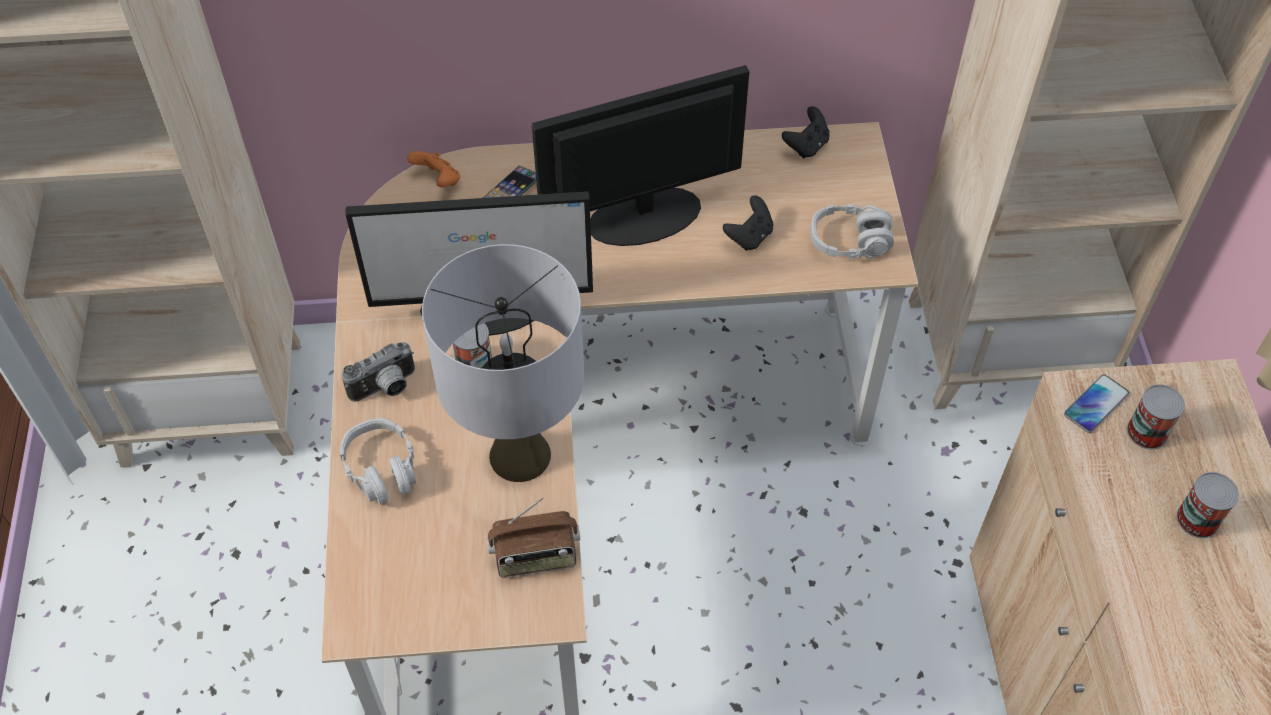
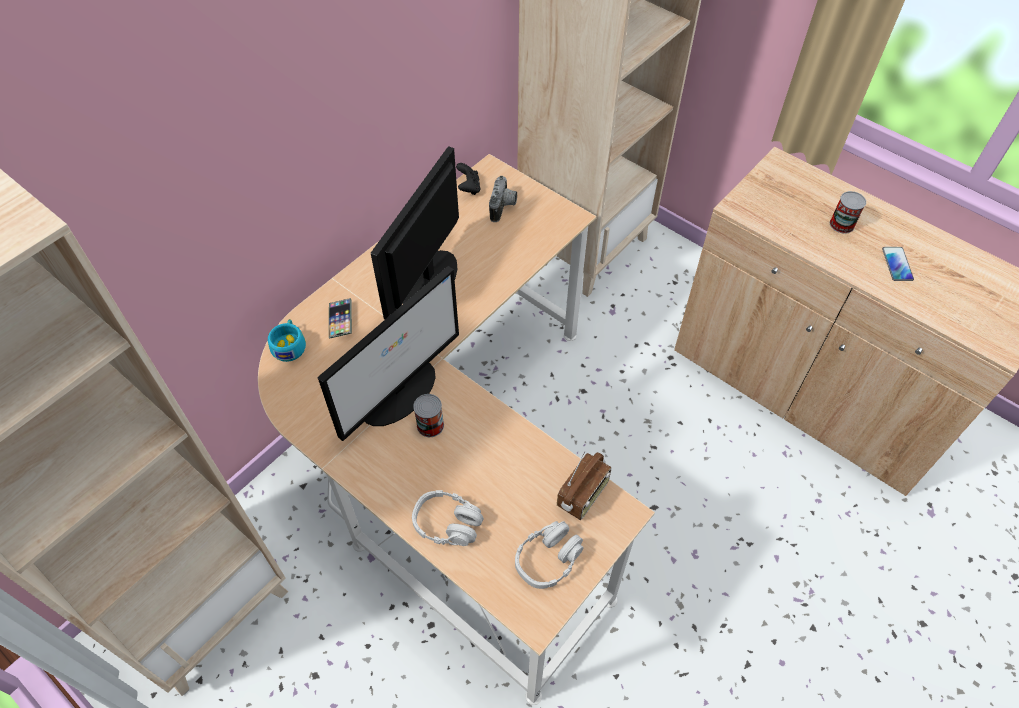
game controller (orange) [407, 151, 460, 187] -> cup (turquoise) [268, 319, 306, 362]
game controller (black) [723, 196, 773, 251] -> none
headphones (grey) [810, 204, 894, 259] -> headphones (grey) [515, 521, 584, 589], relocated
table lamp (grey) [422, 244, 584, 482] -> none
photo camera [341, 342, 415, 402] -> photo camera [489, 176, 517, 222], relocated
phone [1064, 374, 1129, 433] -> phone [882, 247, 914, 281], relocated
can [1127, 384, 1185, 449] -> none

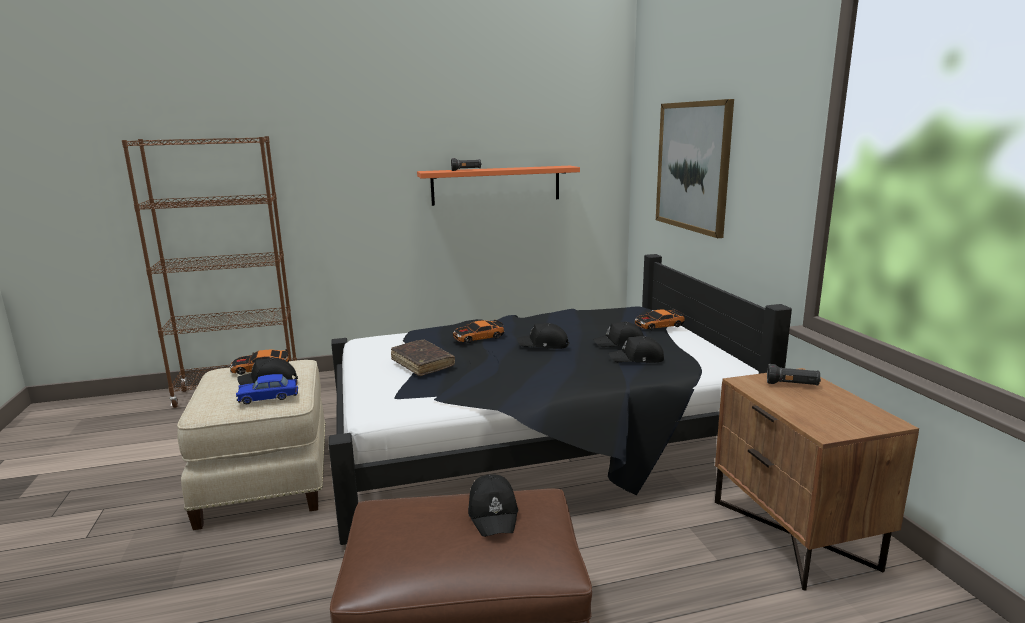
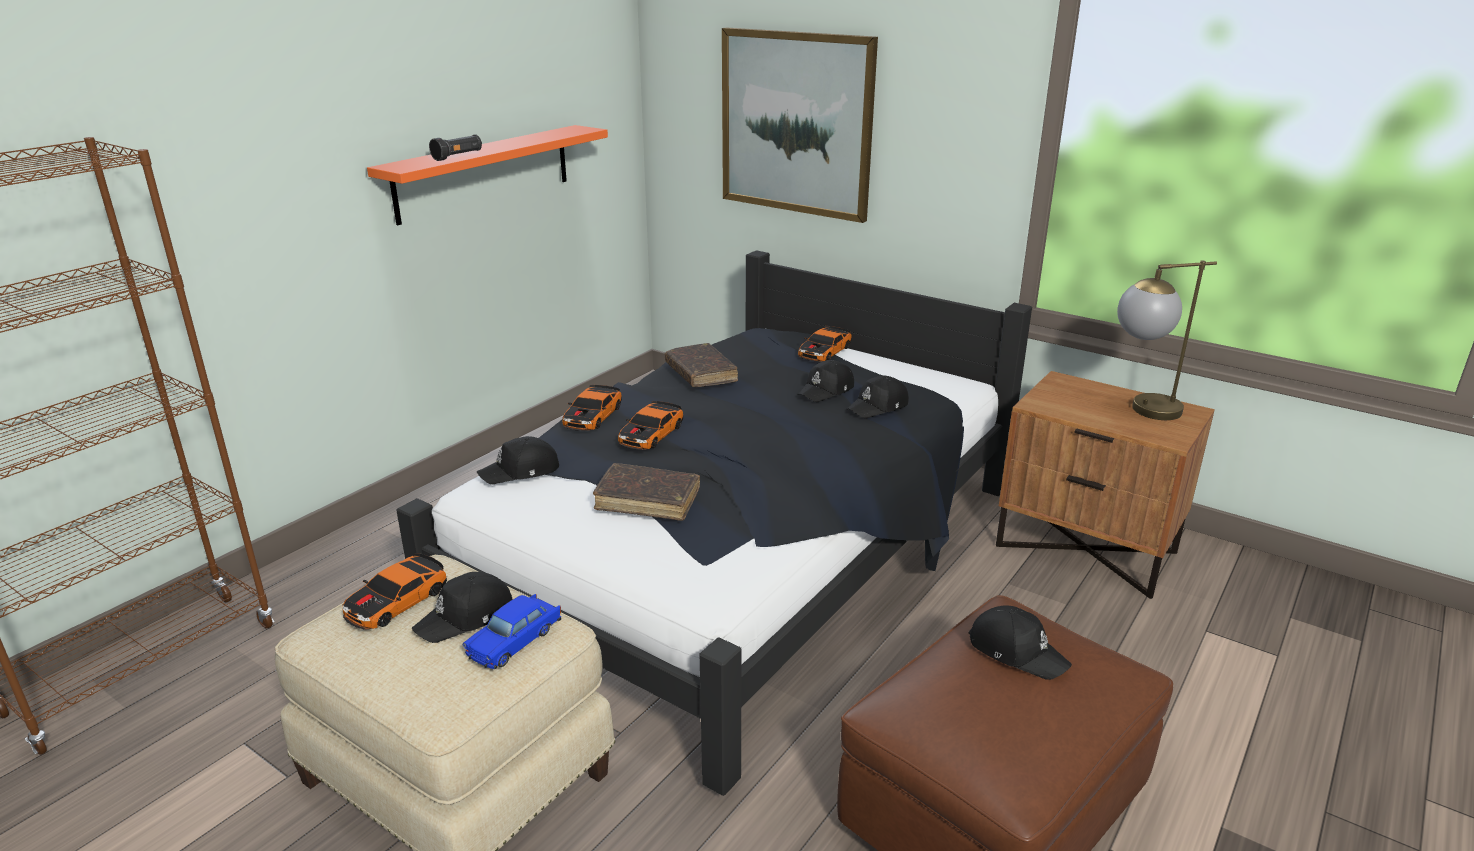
cap (black) [517, 323, 569, 349] -> cap (black) [477, 436, 559, 484], relocated
flashlight (black) [767, 364, 821, 385] -> none
none -> table lamp [1117, 261, 1217, 420]
none -> book (brown) [665, 343, 738, 387]
none -> toy car [562, 385, 622, 431]

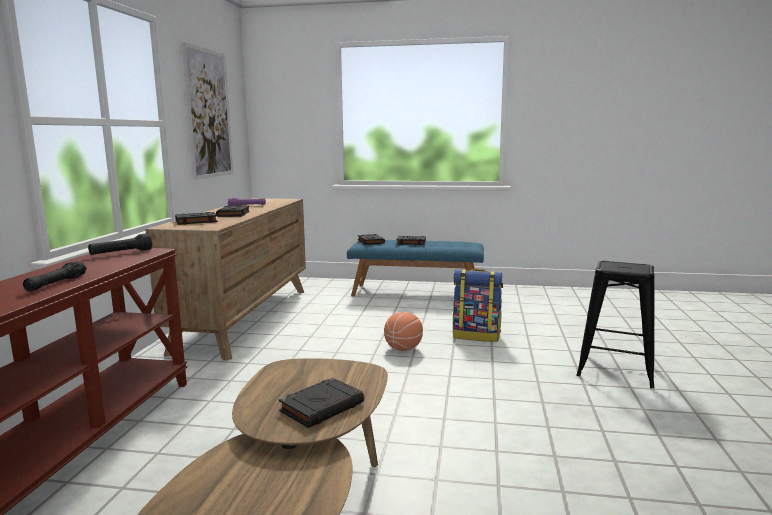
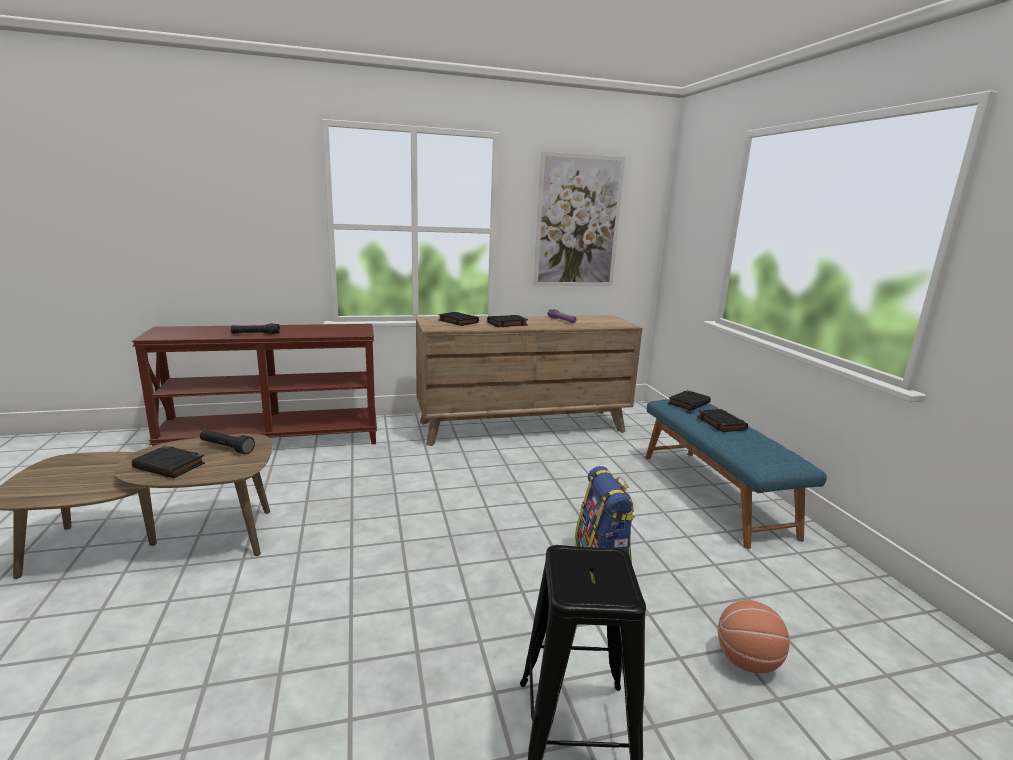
flashlight (black) [88, 233, 152, 255] -> flashlight (black) [200, 430, 255, 454], relocated
basketball [384, 312, 423, 351] -> basketball [718, 600, 789, 673], relocated

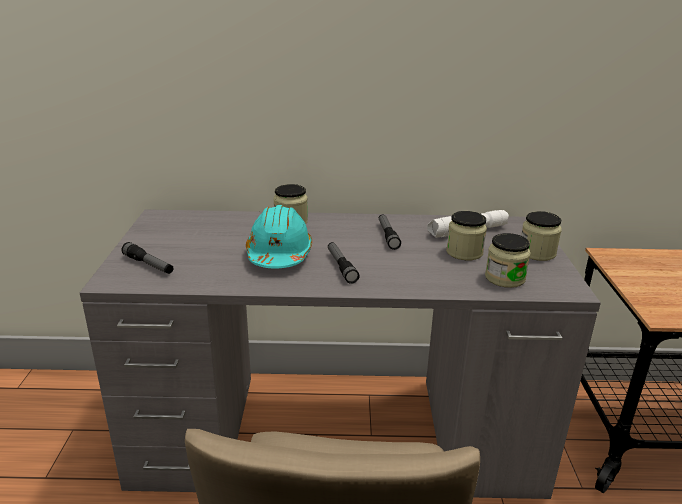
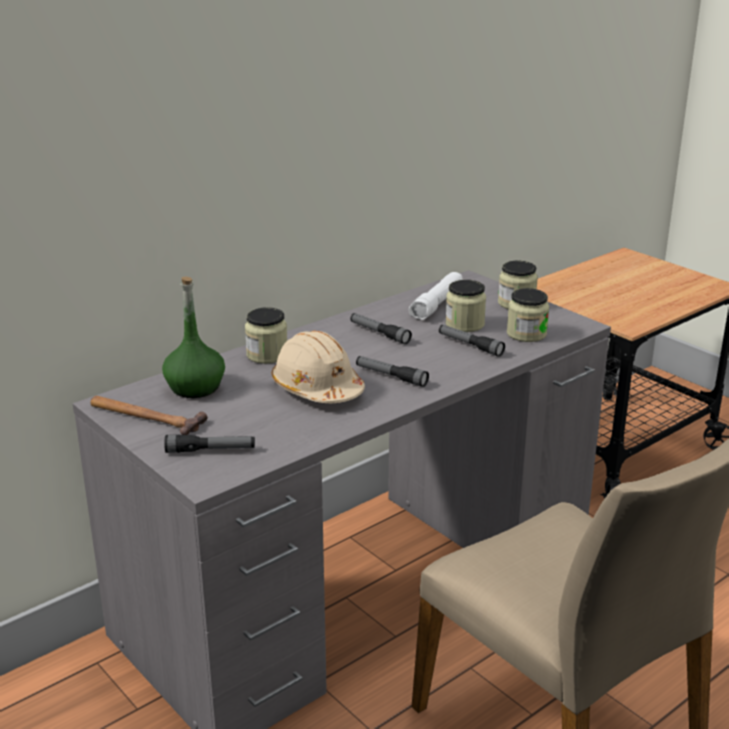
hard hat (turquoise) [246, 205, 312, 268] -> hard hat (beige) [272, 331, 365, 403]
none -> bottle (green) [162, 276, 225, 398]
none -> flashlight [439, 325, 505, 357]
none -> hammer [90, 396, 207, 435]

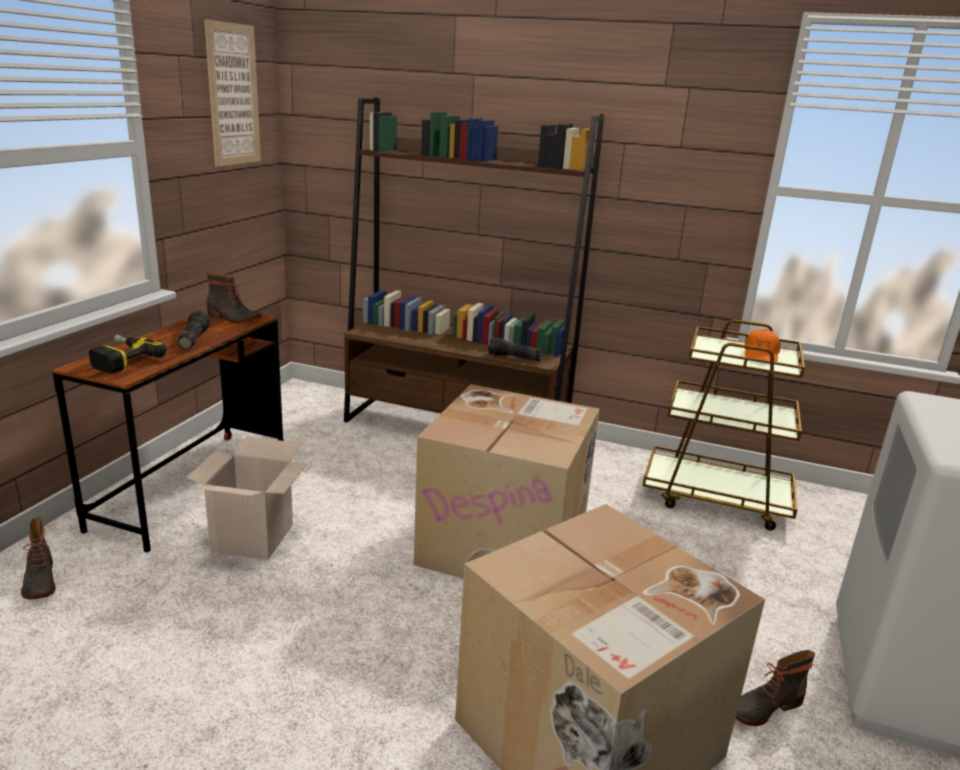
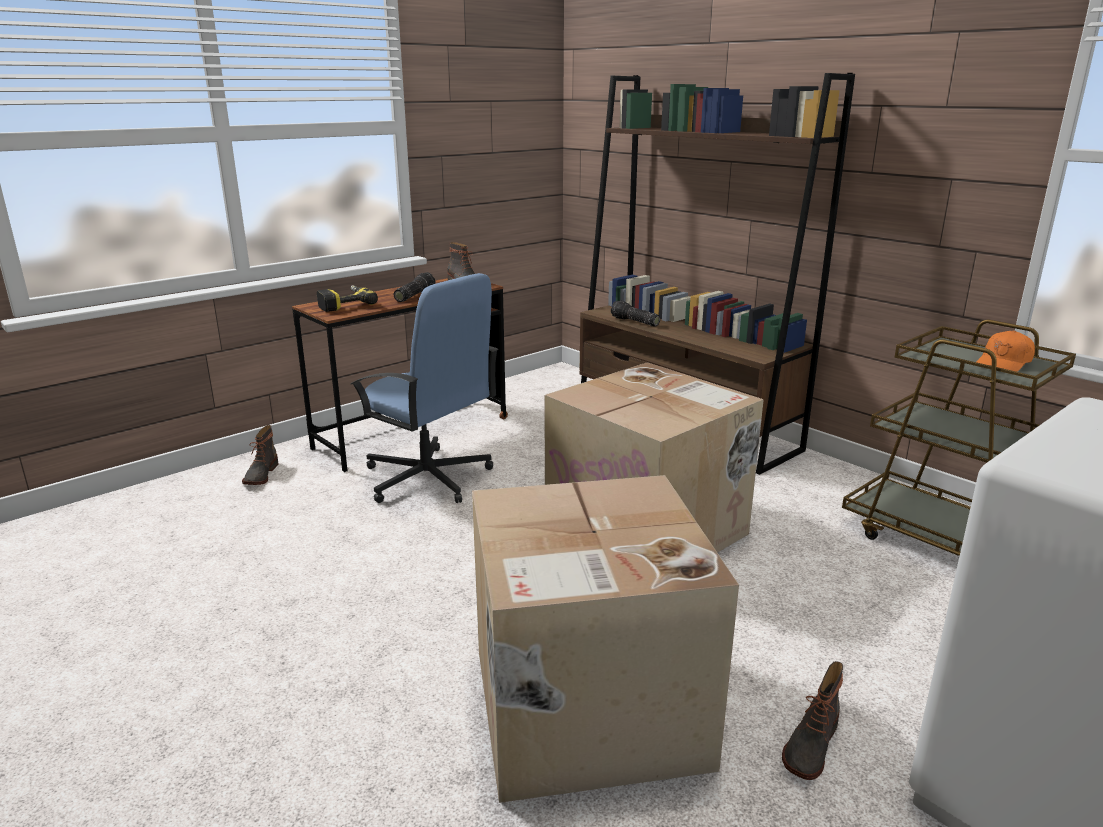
picture [204, 19, 261, 166] -> none
flashlight [488, 337, 542, 361] -> flashlight [611, 300, 660, 327], relocated
cardboard box [187, 436, 307, 560] -> office chair (blue) [350, 273, 499, 503]
boot [736, 650, 815, 726] -> boot [782, 661, 843, 780], 60 degrees counterclockwise

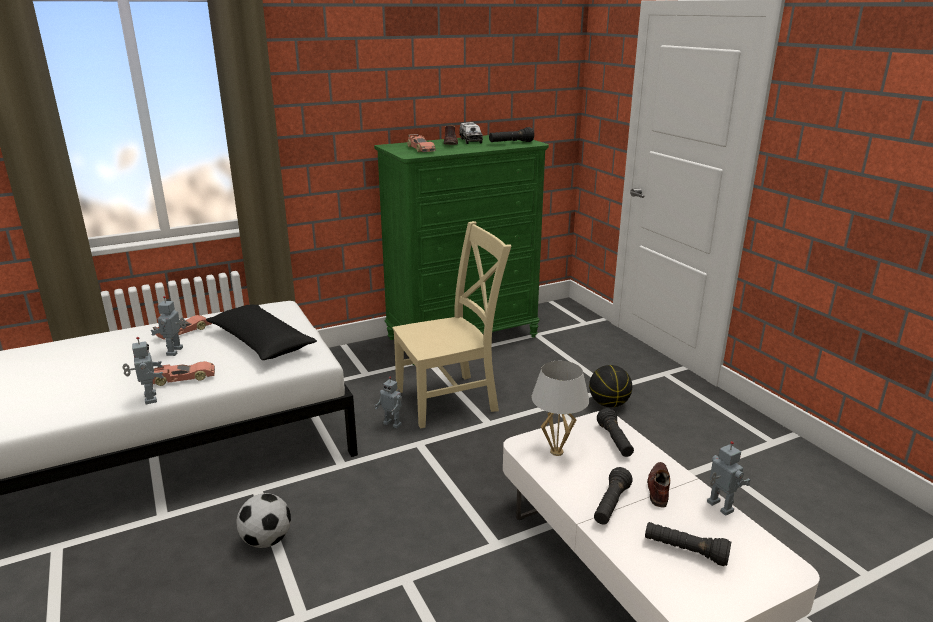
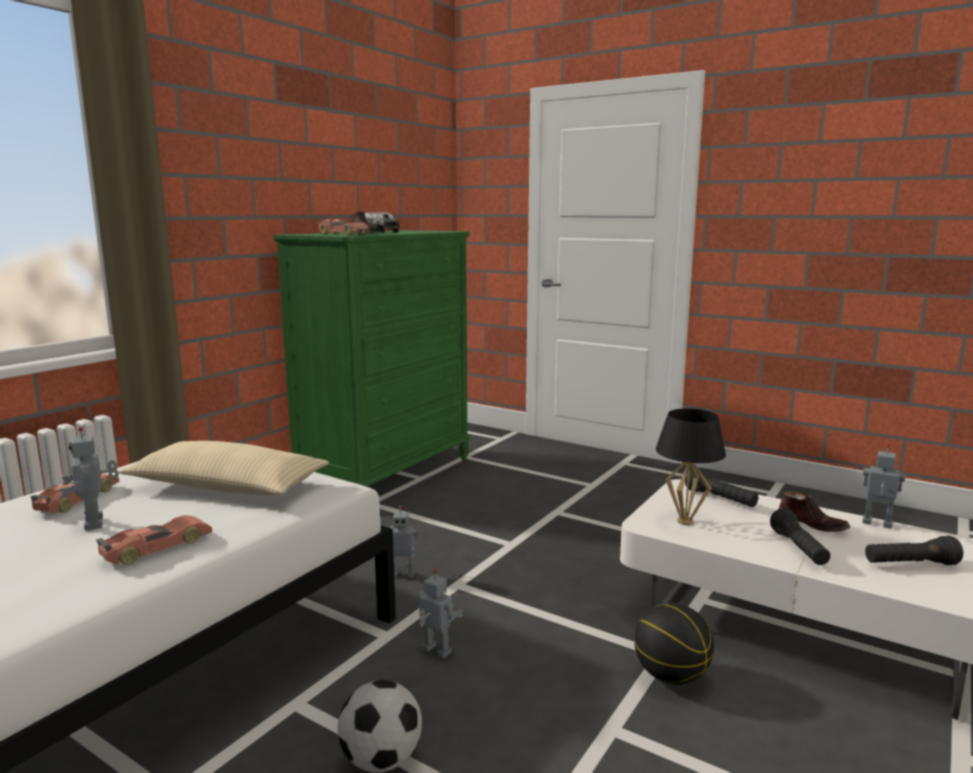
flashlight (black) [489, 127, 534, 142] -> none
chair (beige) [392, 221, 511, 429] -> none
pillow (black) [206, 305, 317, 360] -> pillow (beige) [119, 441, 329, 496]
toy robot [122, 337, 164, 404] -> toy robot [418, 569, 463, 659], relocated
table lamp (white) [531, 361, 589, 456] -> table lamp (black) [656, 409, 726, 525]
basketball [589, 365, 632, 407] -> basketball [634, 603, 714, 685], relocated
shoe (brown) [647, 462, 670, 508] -> shoe (brown) [779, 491, 850, 532], 150 degrees clockwise

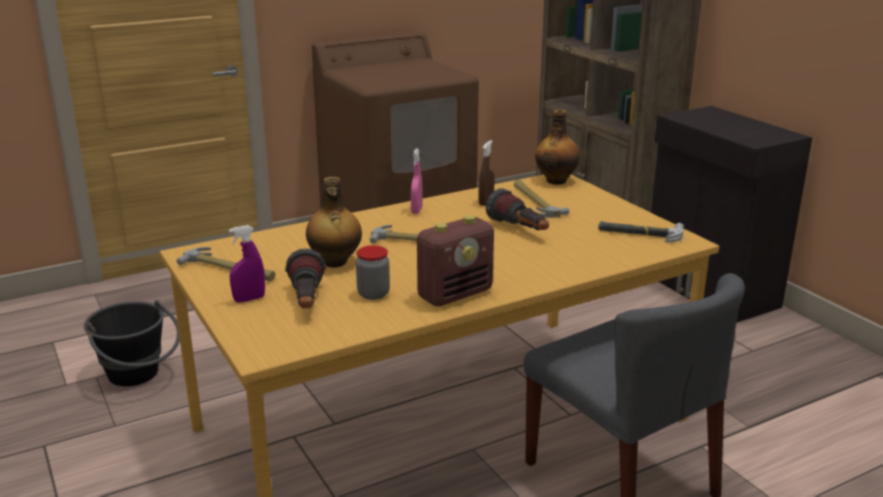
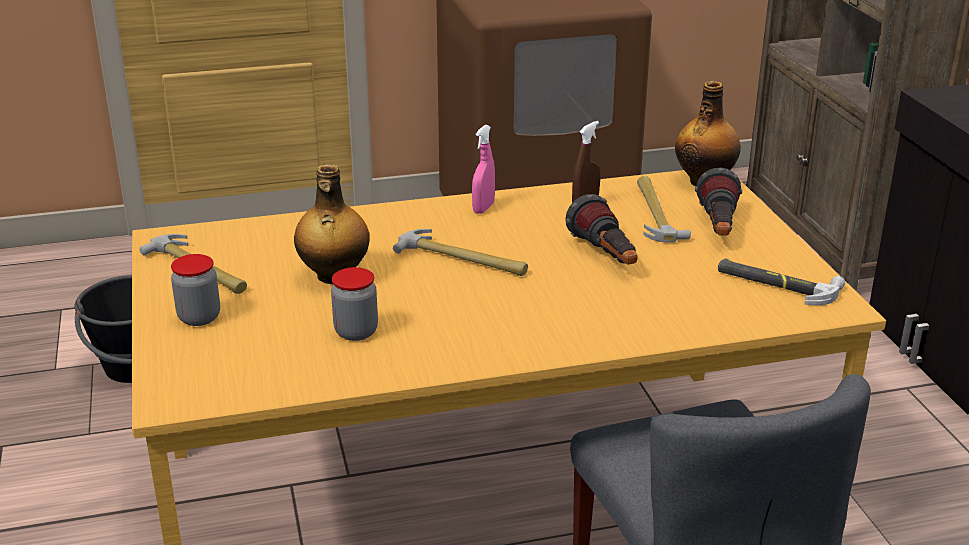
radio [417, 215, 494, 307] -> none
spray bottle (purple) [229, 225, 265, 303] -> jar [171, 254, 220, 326]
flashlight [285, 248, 326, 308] -> flashlight [695, 168, 742, 236], relocated

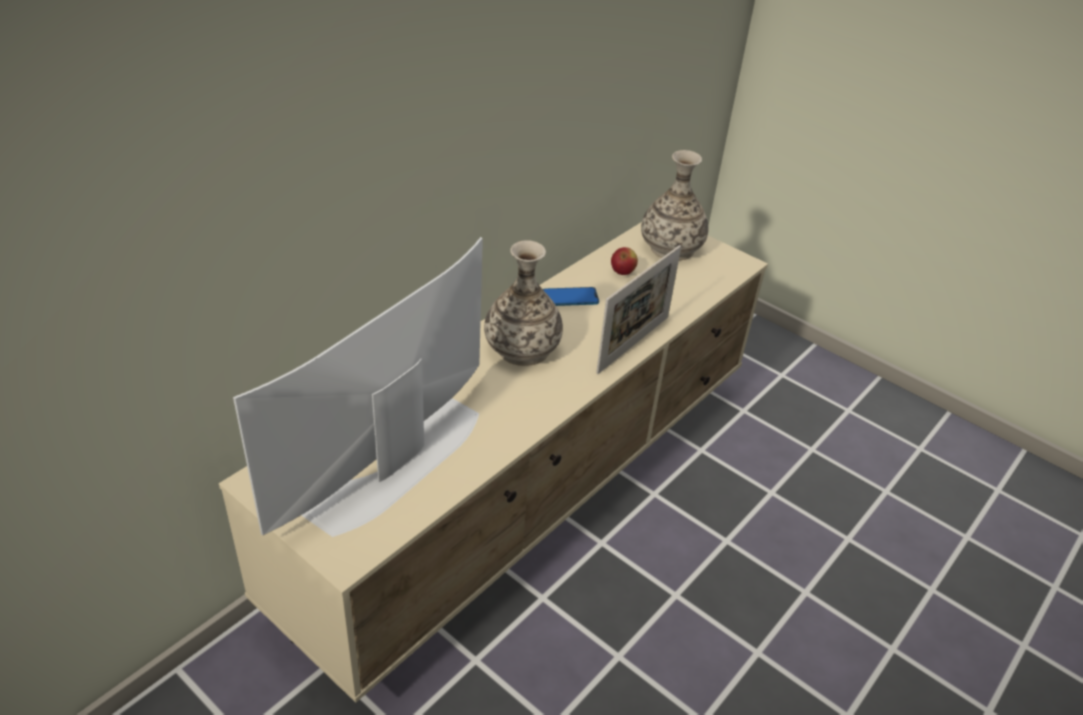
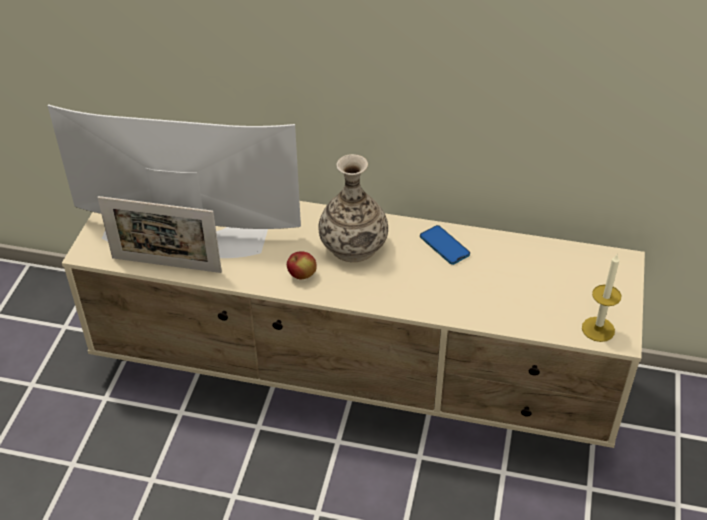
vase [641, 150, 708, 260] -> none
picture frame [596, 245, 681, 374] -> picture frame [97, 196, 222, 273], relocated
apple [611, 247, 638, 275] -> apple [287, 251, 317, 279], relocated
none -> candle [582, 253, 622, 342]

